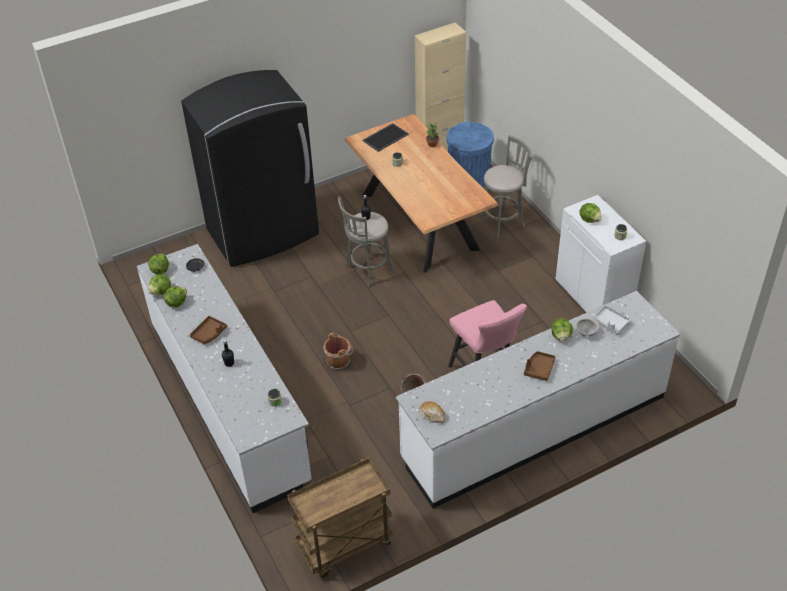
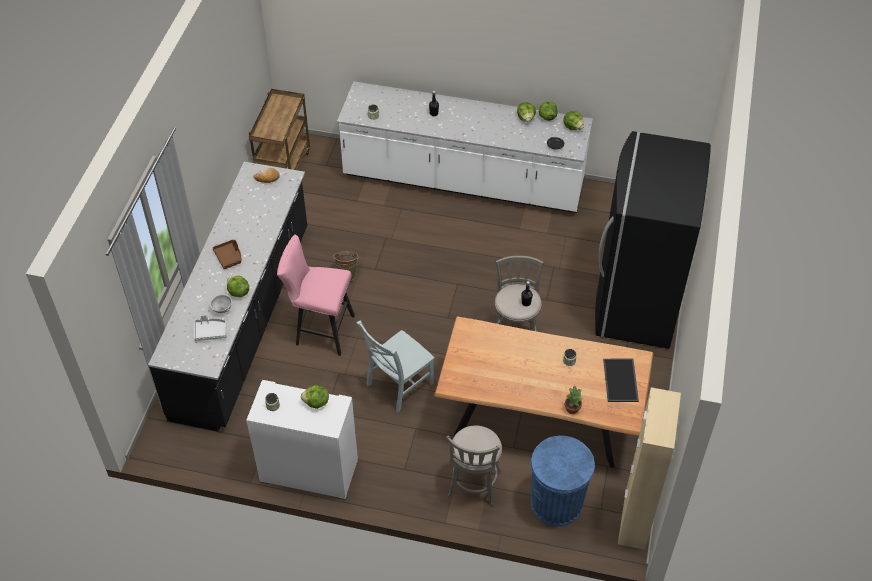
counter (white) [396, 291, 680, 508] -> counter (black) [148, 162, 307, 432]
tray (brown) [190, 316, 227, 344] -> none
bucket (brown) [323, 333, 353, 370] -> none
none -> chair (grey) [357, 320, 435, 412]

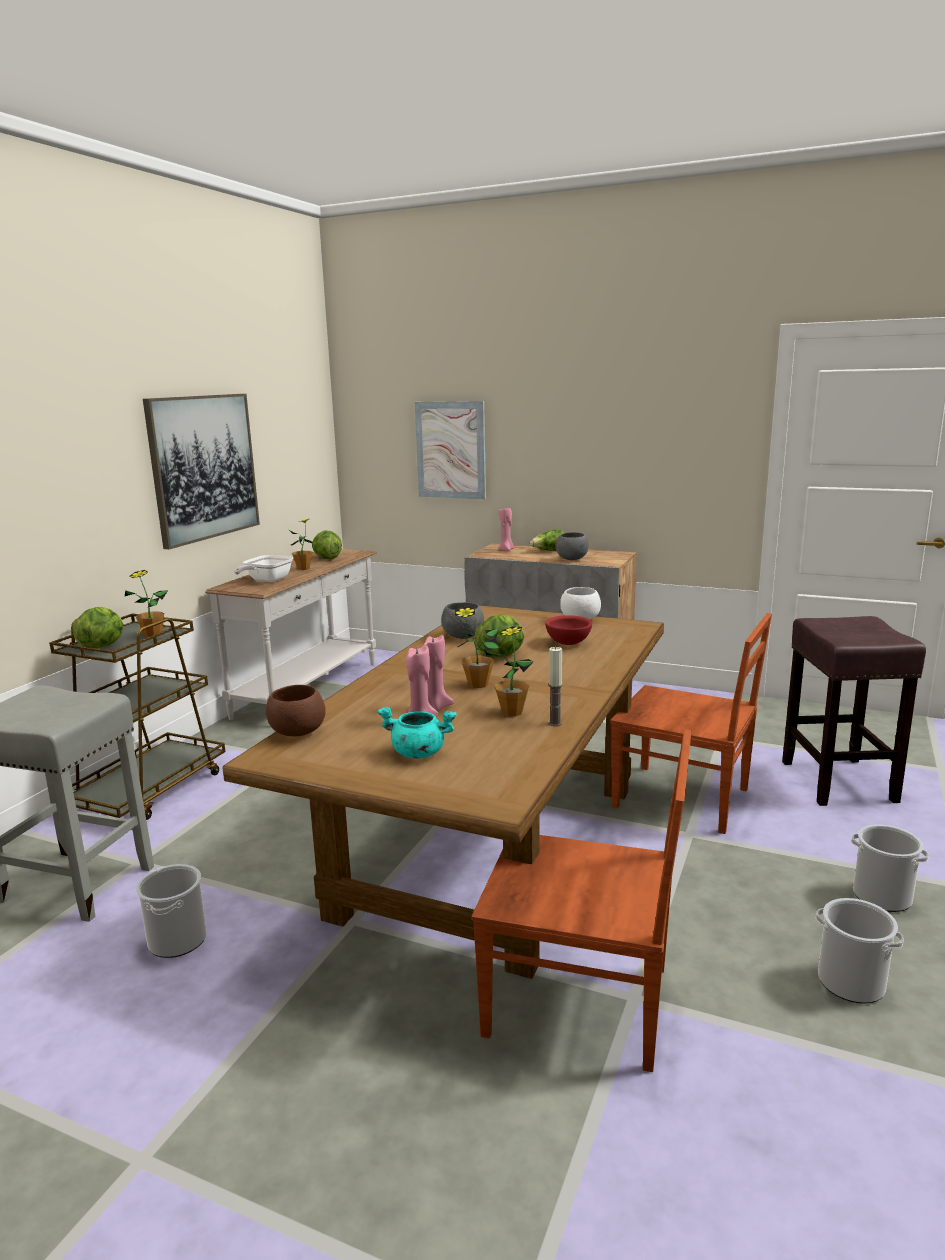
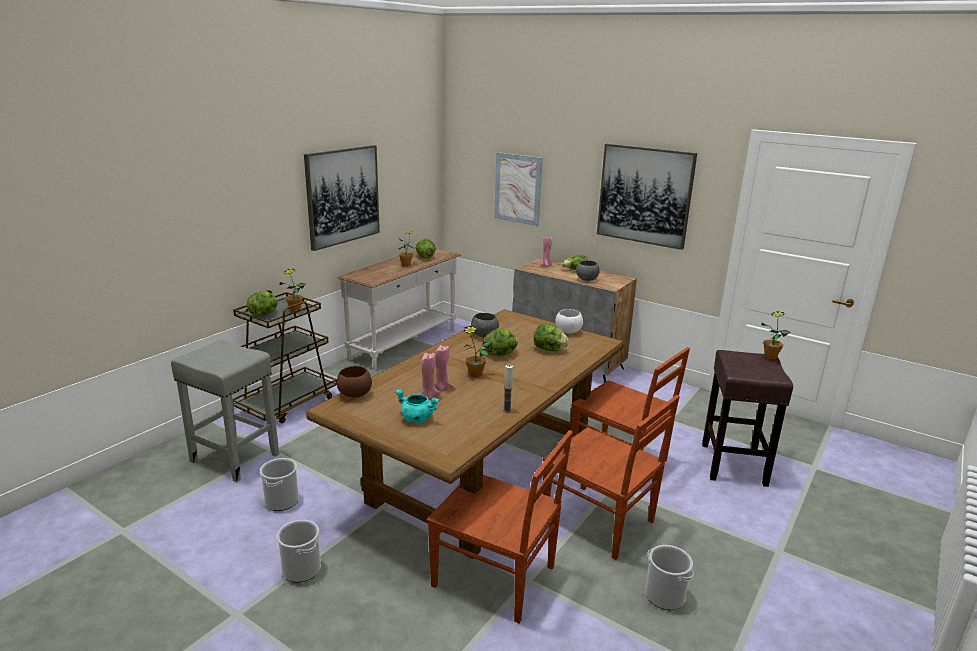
frying pan [234, 555, 293, 582] -> none
bowl (red) [545, 615, 592, 645] -> lettuce [534, 323, 569, 351]
potted plant [484, 626, 534, 717] -> potted plant [762, 311, 790, 359], relocated
bucket [851, 824, 929, 912] -> bucket [277, 520, 321, 582], relocated
none -> picture [597, 144, 697, 250]
none -> chair (brown) [543, 395, 680, 560]

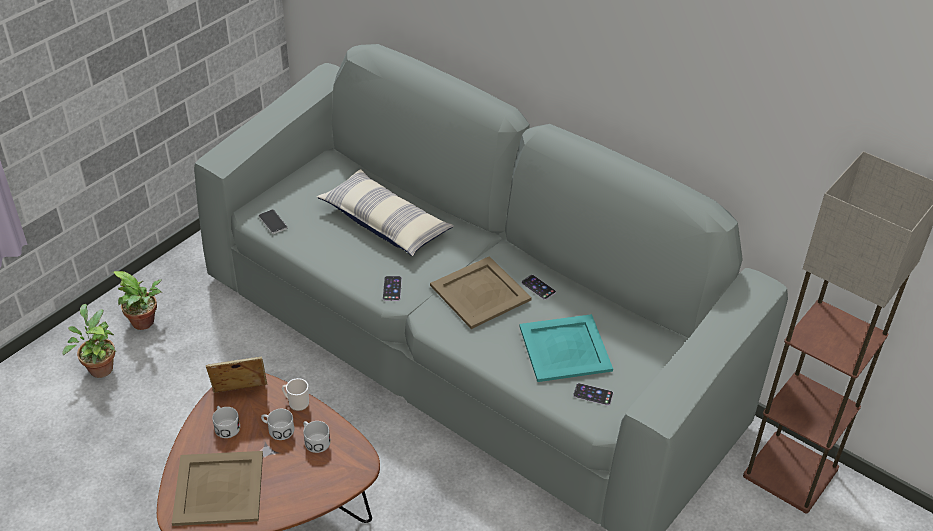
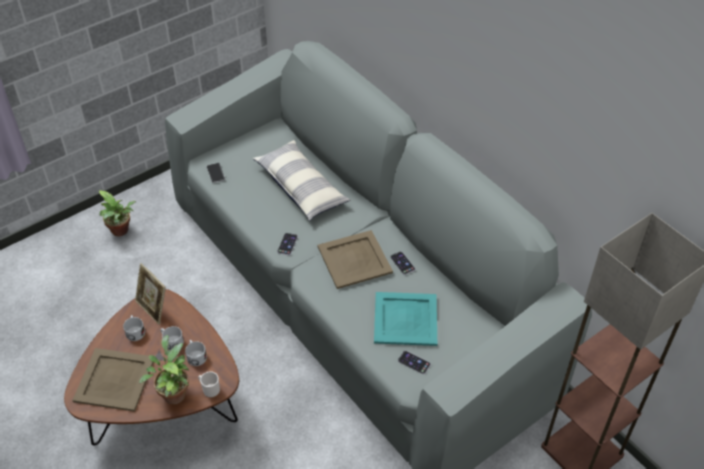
potted plant [62, 304, 116, 378] -> potted plant [139, 335, 189, 404], relocated
picture frame [206, 357, 267, 393] -> picture frame [135, 263, 166, 325], 135 degrees counterclockwise
mug [282, 378, 309, 411] -> mug [198, 371, 220, 398], relocated

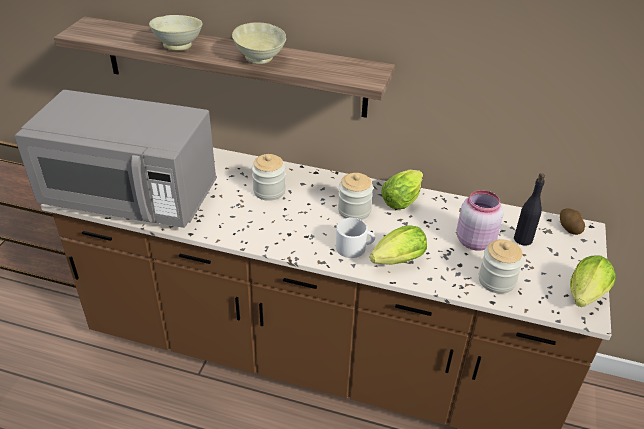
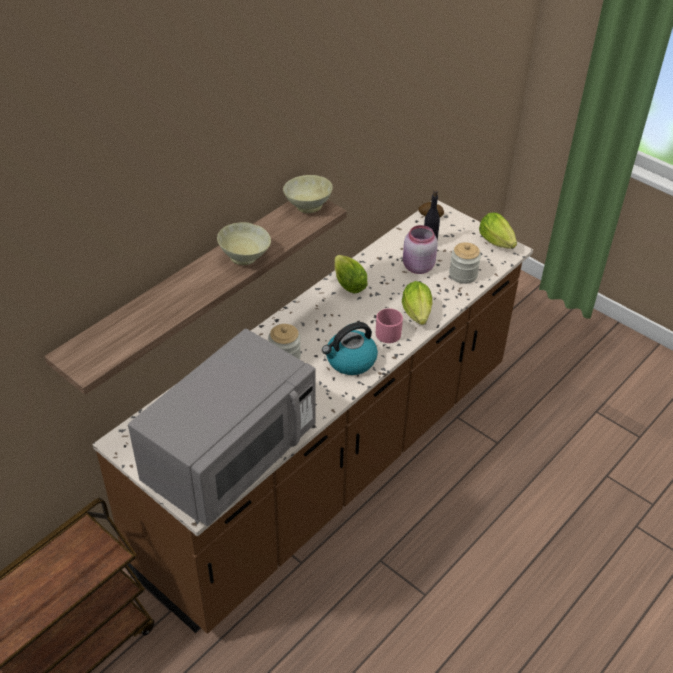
bowl (beige) [149, 15, 203, 51] -> bowl (beige) [283, 175, 333, 213], relocated
jar [338, 173, 373, 220] -> none
mug (white) [336, 218, 375, 258] -> mug (pink) [376, 308, 403, 343]
none -> kettle [322, 322, 378, 375]

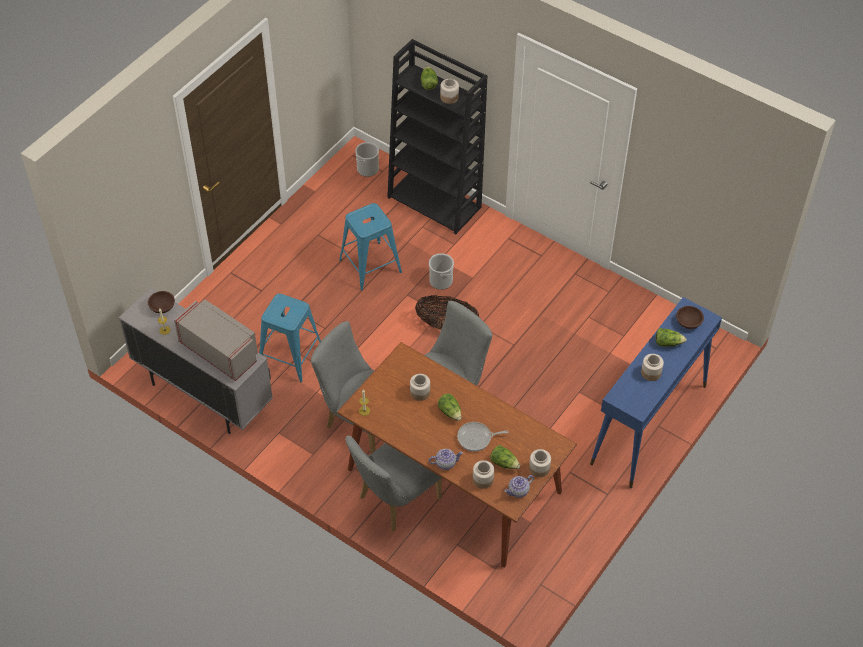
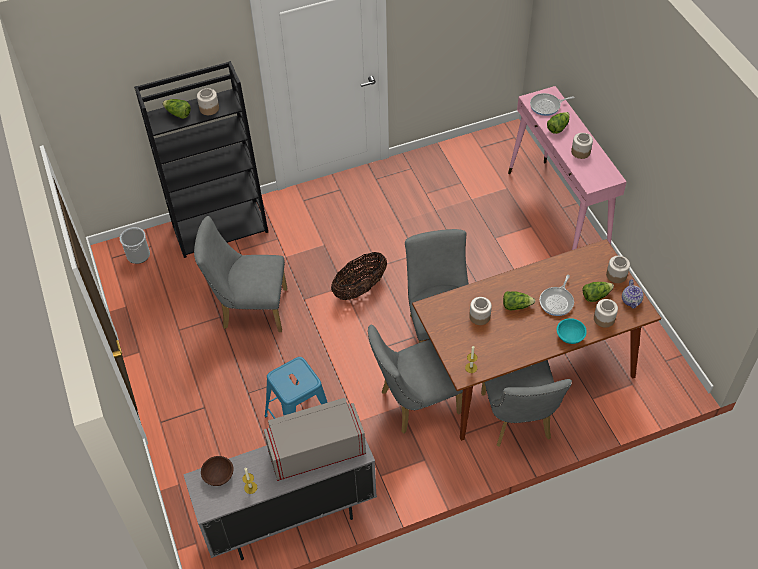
stool (blue) [339, 203, 402, 291] -> chair (grey) [194, 216, 287, 332]
bucket [429, 253, 454, 290] -> none
console table (blue) [590, 297, 722, 488] -> console table (pink) [508, 86, 627, 250]
bowl (brown) [676, 306, 704, 329] -> frying pan [530, 93, 574, 116]
teapot [429, 449, 463, 470] -> bowl (turquoise) [557, 318, 587, 344]

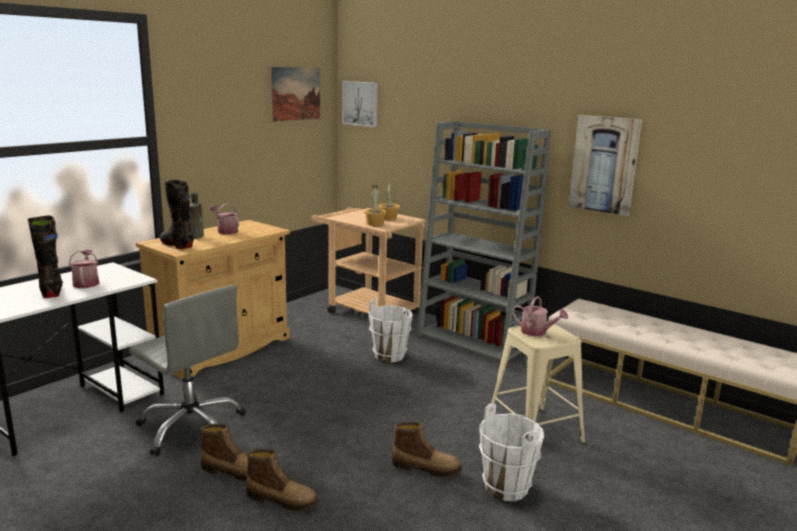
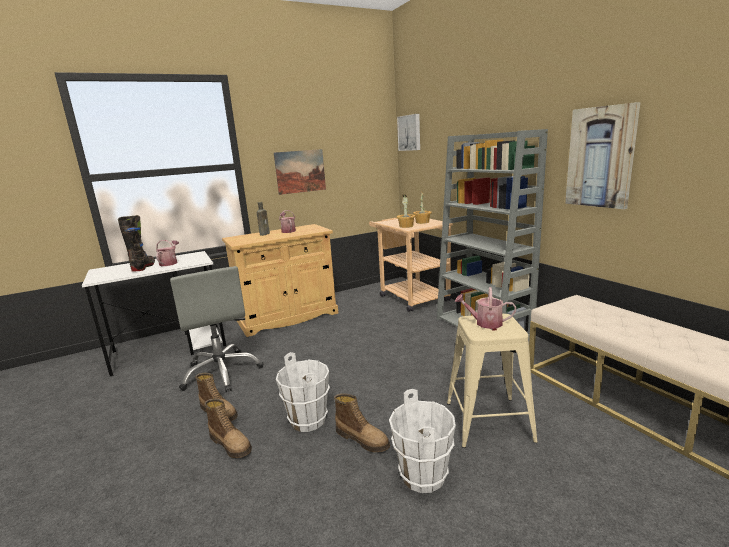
picture [271, 67, 320, 122] -> picture [274, 149, 326, 195], relocated
boot (black) [160, 180, 194, 249] -> none
watering can [512, 296, 568, 336] -> watering can [454, 287, 517, 329], 135 degrees clockwise
bucket (white) [369, 299, 413, 363] -> bucket (white) [276, 352, 330, 432], relocated

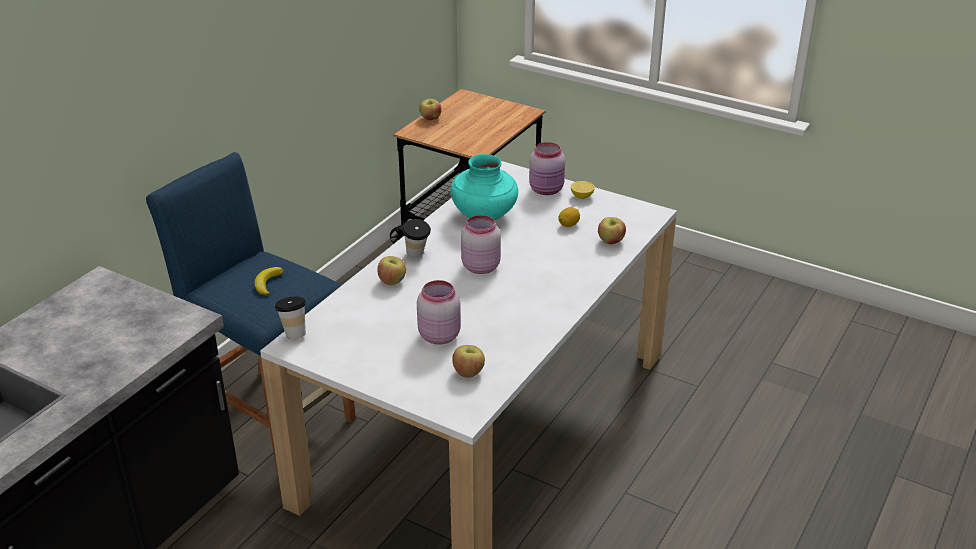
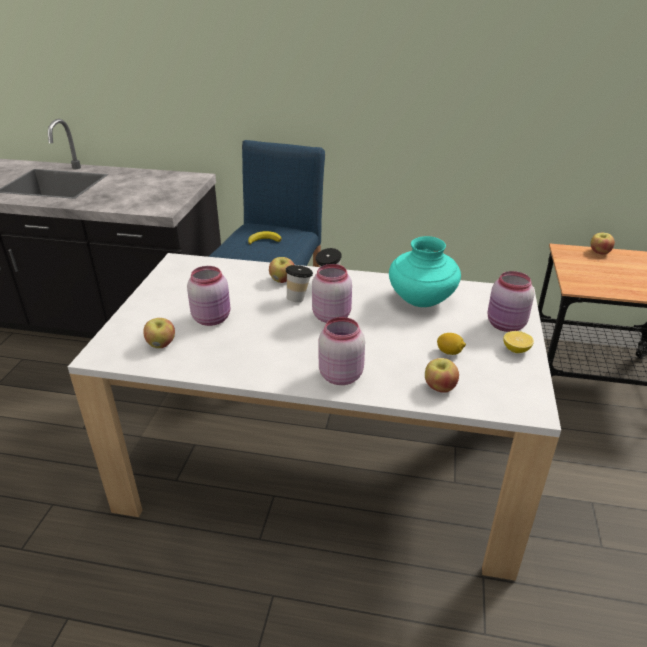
cup [275, 296, 306, 339] -> cup [286, 265, 313, 302], relocated
none -> jar (pink) [319, 317, 365, 385]

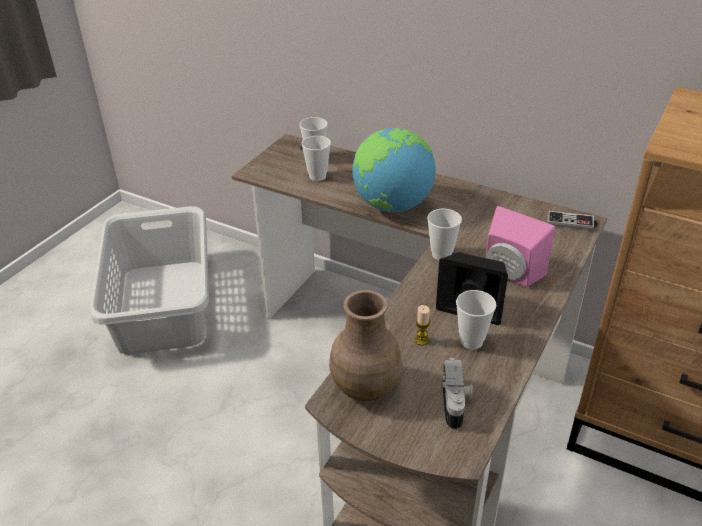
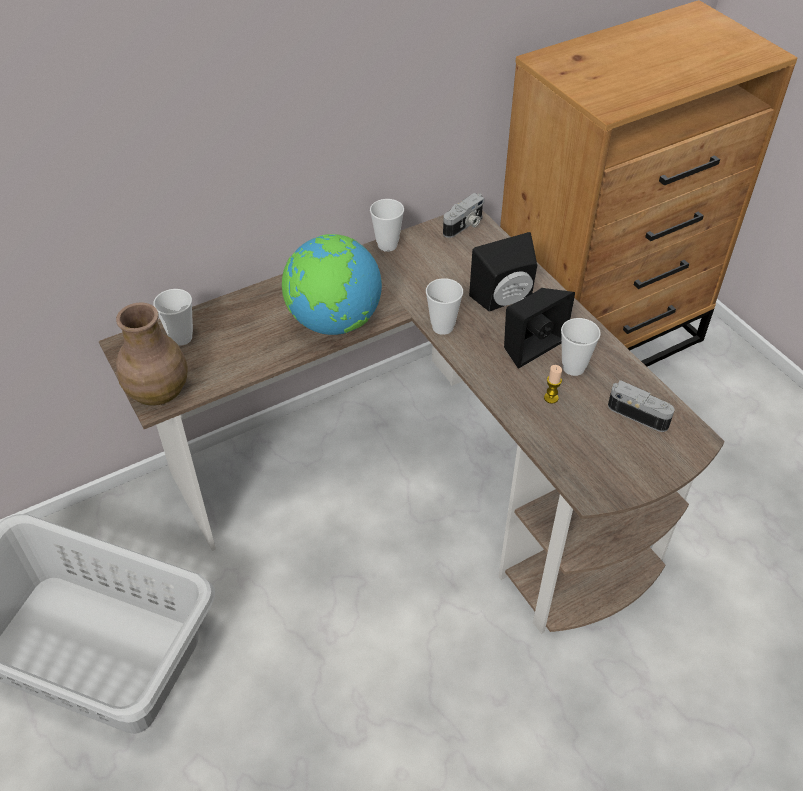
cup [301, 136, 331, 181] -> cup [370, 199, 404, 252], relocated
speaker (pink) [486, 206, 555, 287] -> speaker (black) [469, 232, 537, 312]
game controller [547, 211, 595, 230] -> photo camera [443, 193, 485, 238]
vase (brown) [329, 290, 402, 401] -> vase (brown) [116, 303, 188, 406], relocated

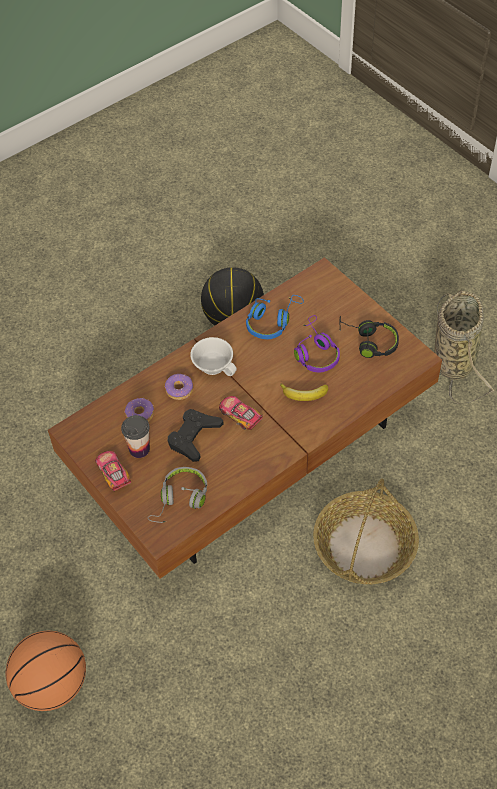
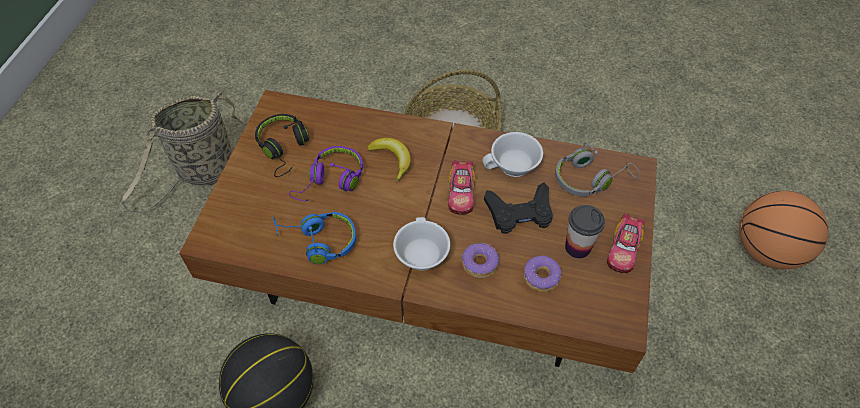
none -> cup (white) [482, 132, 543, 177]

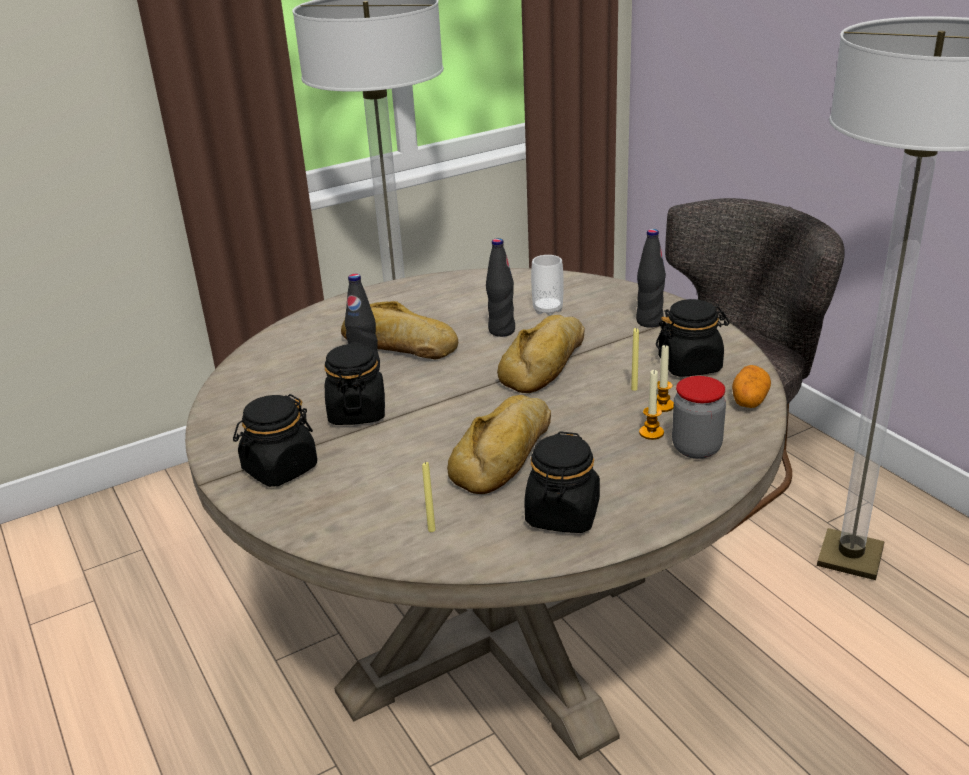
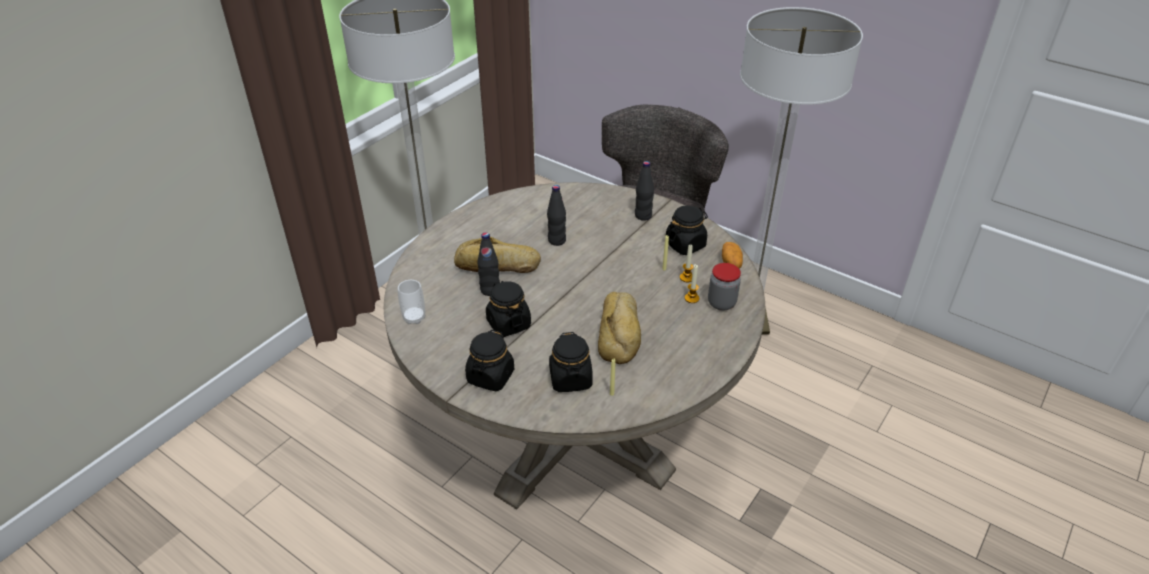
cup [531, 255, 564, 316] -> cup [398, 280, 425, 324], relocated
bread [497, 315, 585, 393] -> none
jar (black) [524, 431, 600, 533] -> jar (black) [549, 332, 593, 392], relocated

